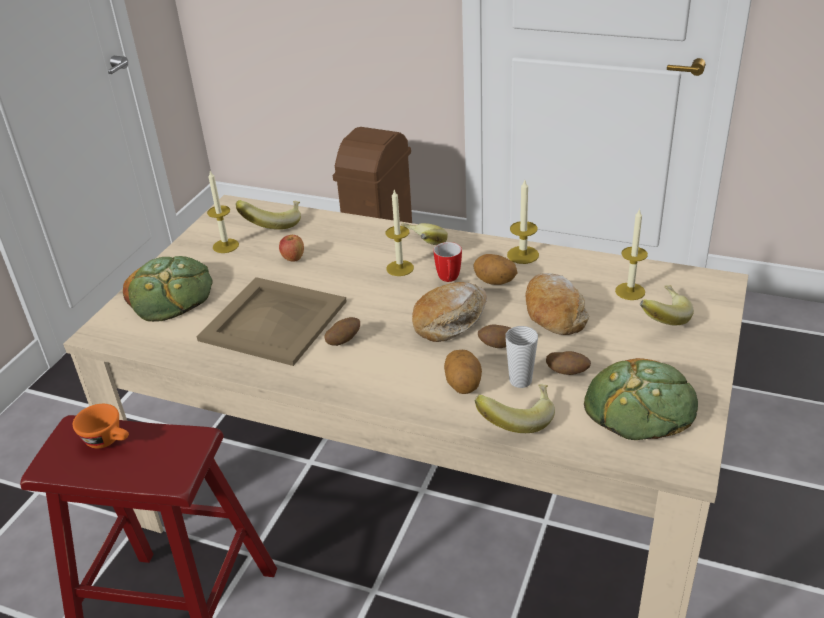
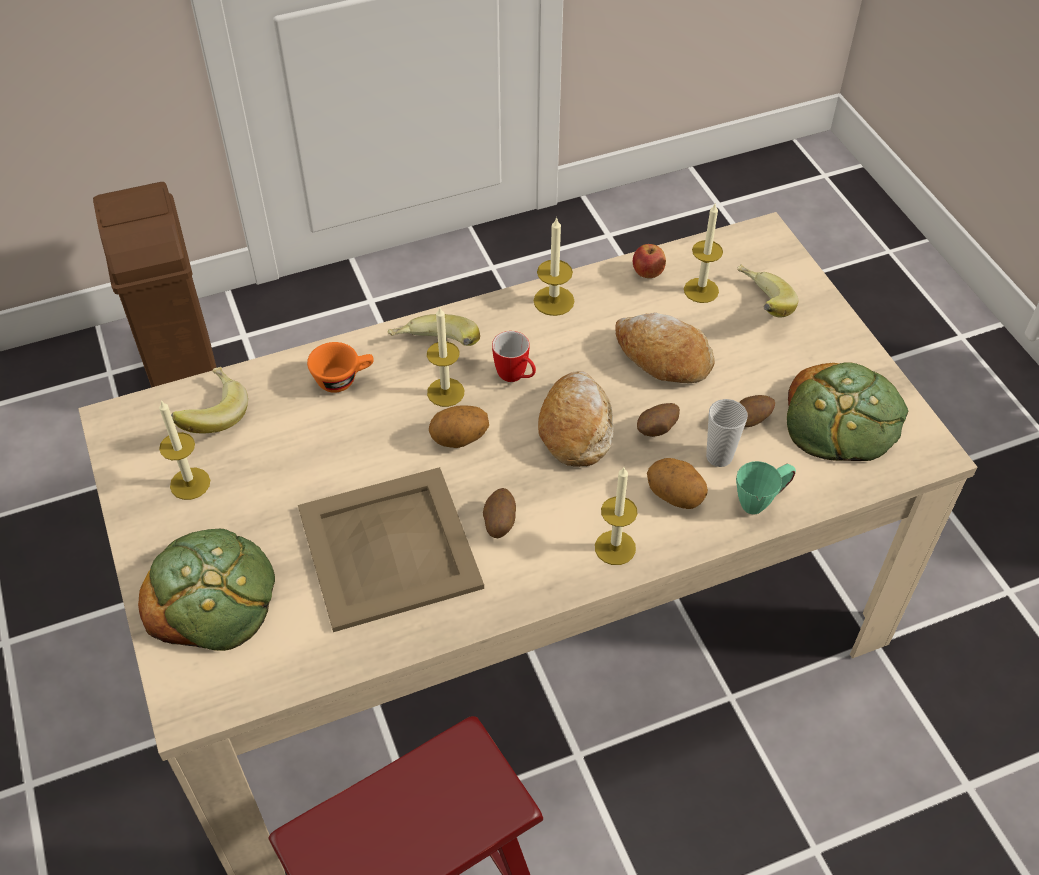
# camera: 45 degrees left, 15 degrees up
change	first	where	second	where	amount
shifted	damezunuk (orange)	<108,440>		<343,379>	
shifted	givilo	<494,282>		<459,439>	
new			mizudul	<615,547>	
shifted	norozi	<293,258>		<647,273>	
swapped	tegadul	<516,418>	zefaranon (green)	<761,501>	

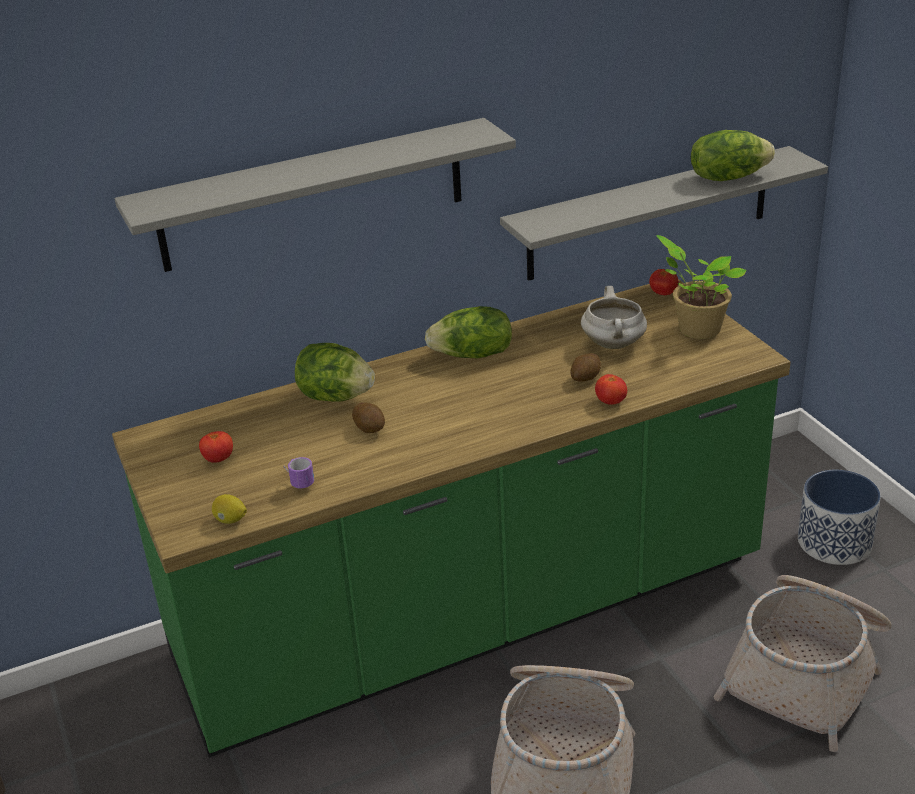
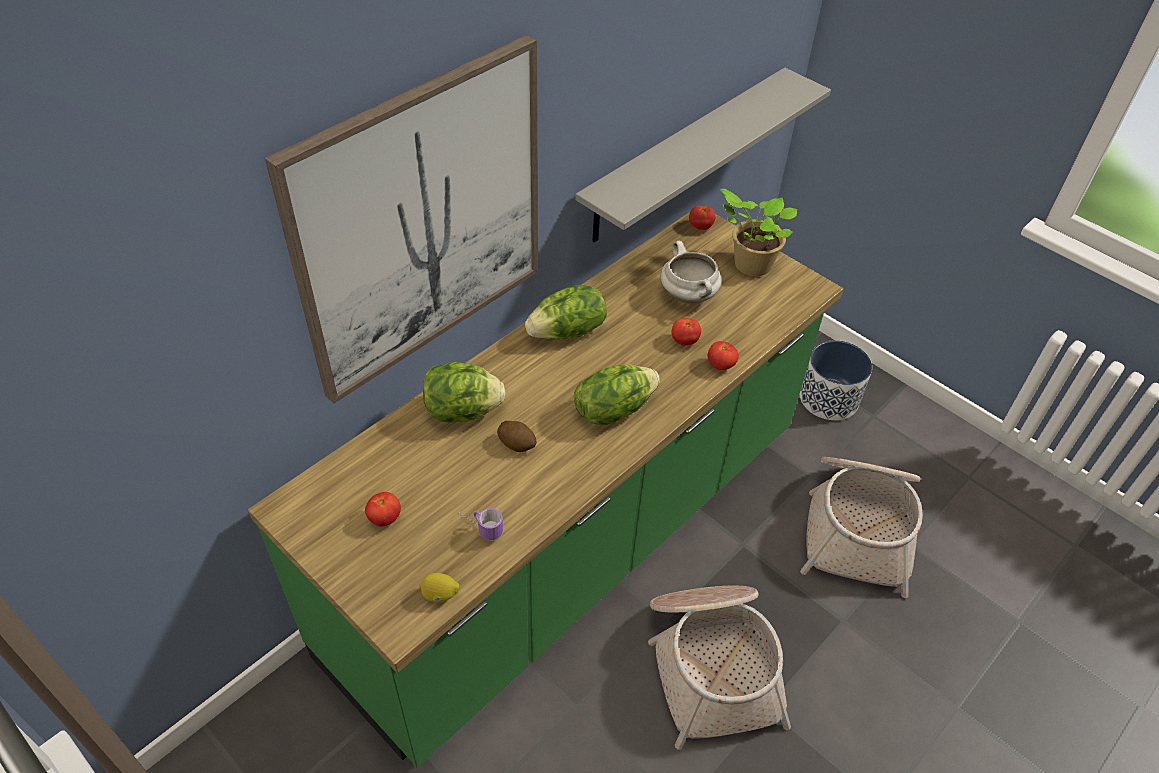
# camera: 25 degrees left, 15 degrees up
change	first	where	second	where	amount
swapped	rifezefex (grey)	<313,195>	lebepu	<422,222>	
shifted	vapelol	<727,177>		<613,409>	
swapped	givilo	<585,378>	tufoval	<684,341>	

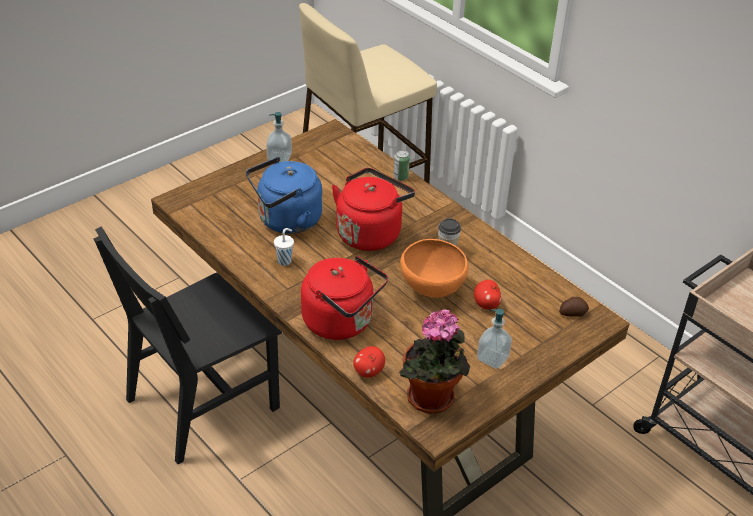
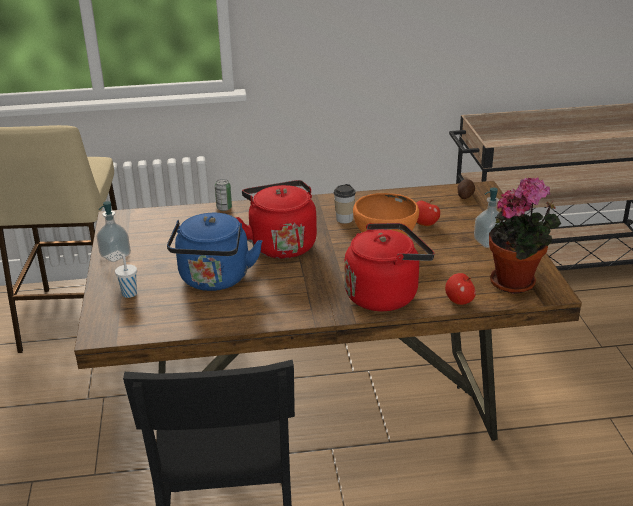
# camera: 55 degrees left, 10 degrees down
change	first	where	second	where	amount
shifted	damezunuk (white)	<285,261>		<129,293>	

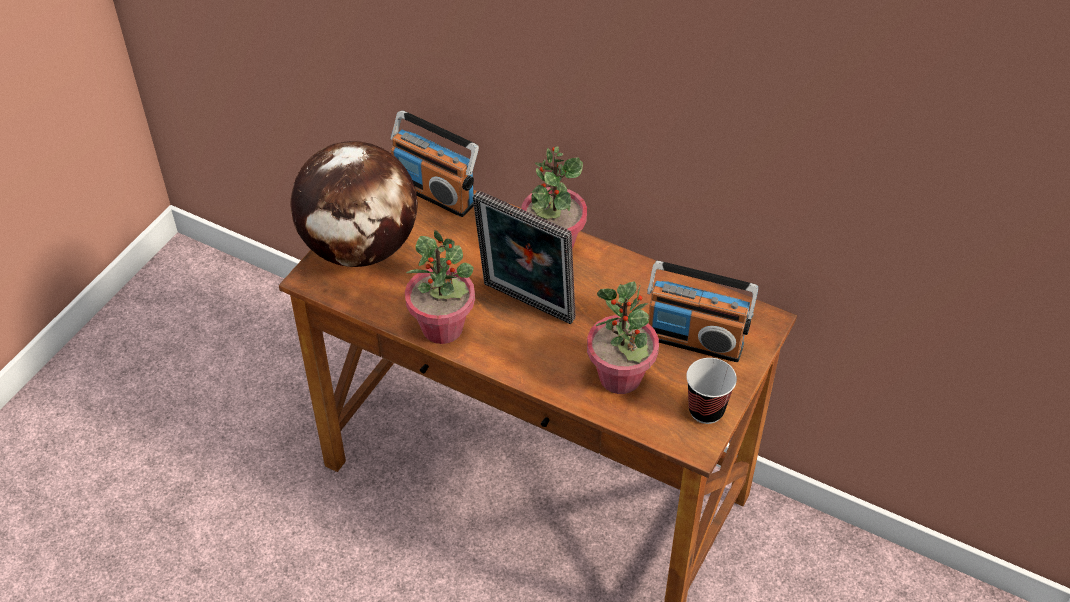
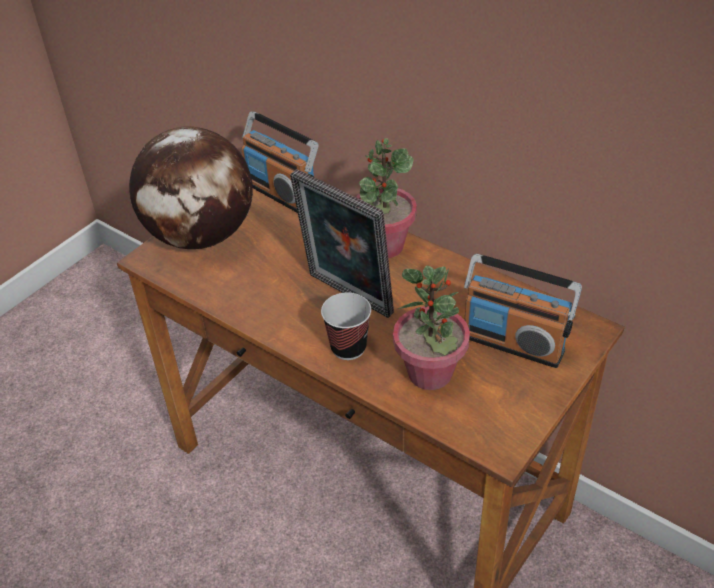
# camera: 10 degrees right, 5 degrees down
change	first	where	second	where	amount
shifted	damezunuk	<706,410>		<348,348>	
gone	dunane	<443,328>			

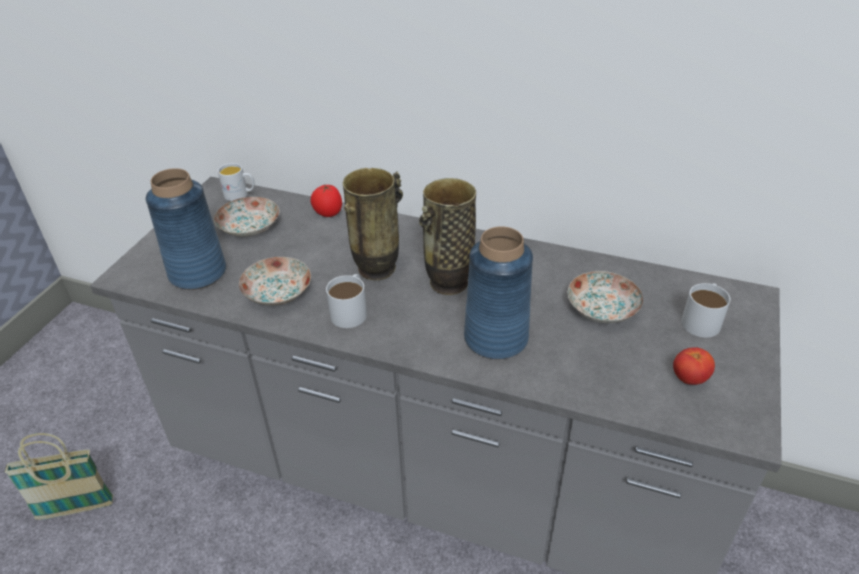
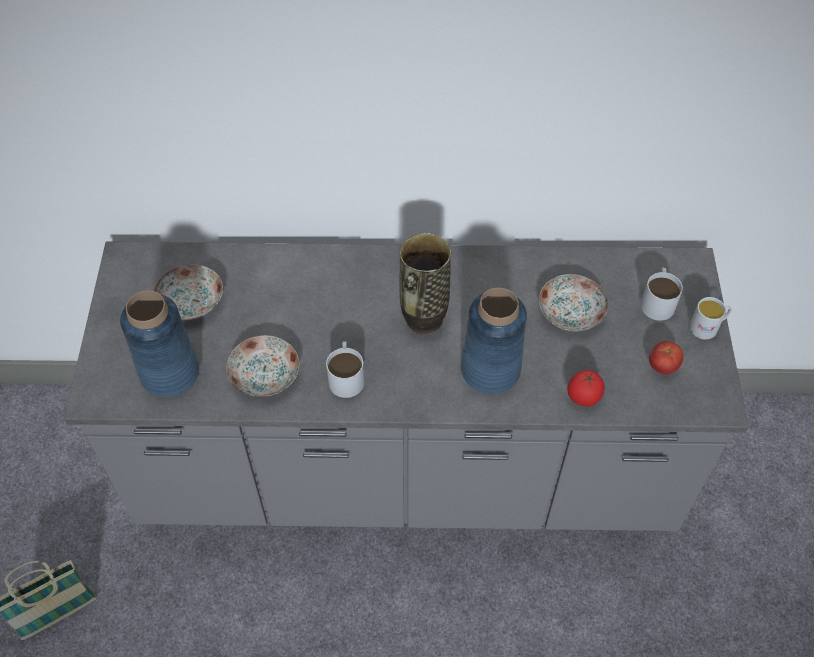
# camera: 20 degrees left, 15 degrees up
change	first	where	second	where	amount
shifted	tufoval	<328,213>		<583,397>	
shifted	zefaranon (white)	<240,195>		<708,327>	
gone	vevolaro	<377,269>			

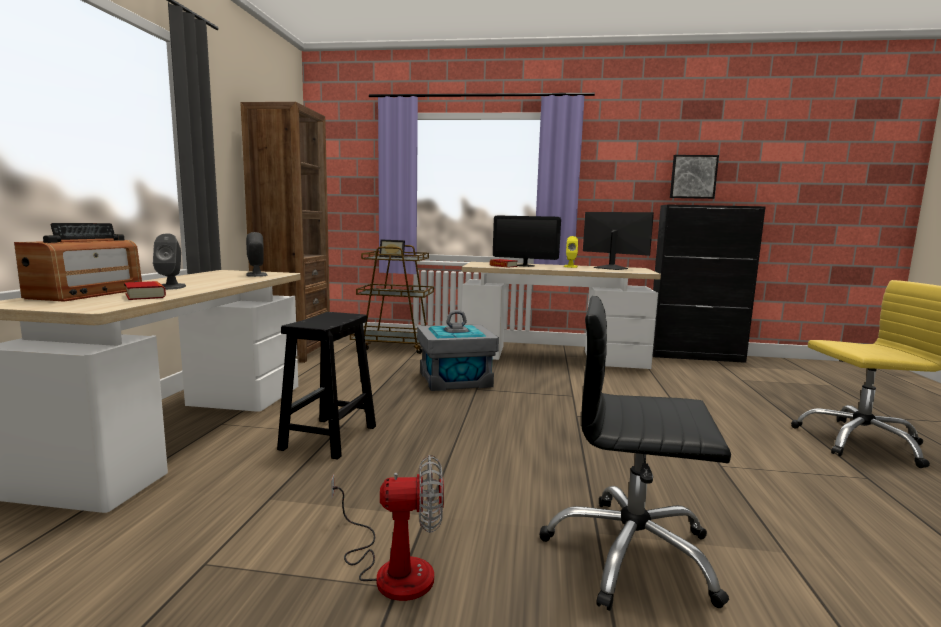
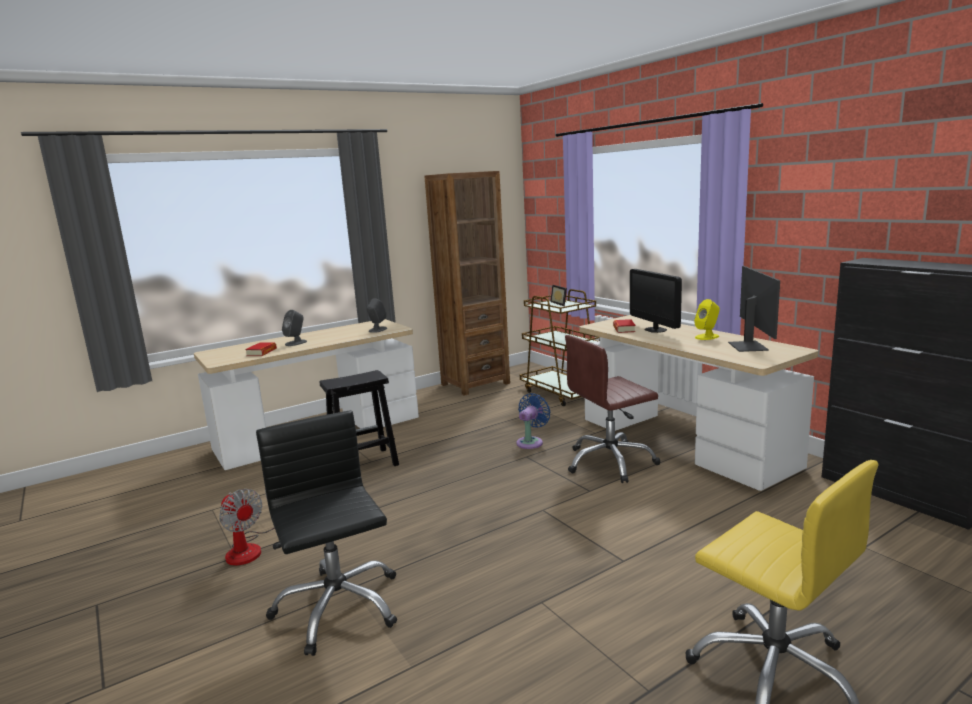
# camera: 50 degrees right, 5 degrees up
change	first	where	second	where	amount
swapped	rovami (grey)	<455,379>	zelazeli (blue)	<531,442>	
new			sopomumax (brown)	<610,462>	
gone	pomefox	<87,293>			
gone	lebepu	<693,177>			

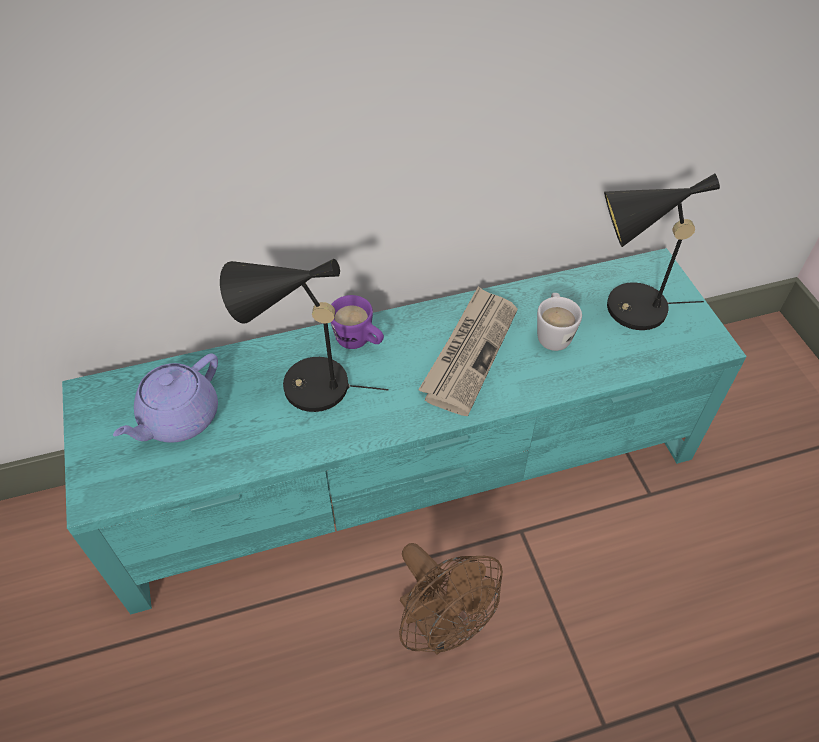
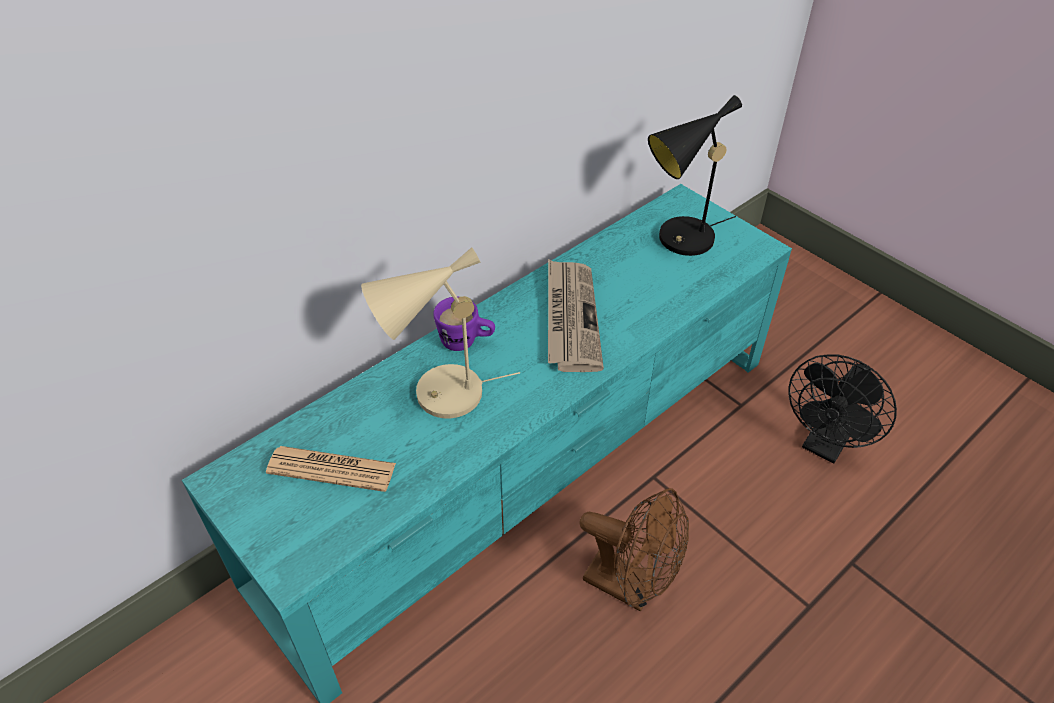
# camera: 25 degrees left, 5 degrees down
change	first	where	second	where	amount
swapped	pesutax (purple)	<178,418>	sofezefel	<331,469>	
repainted	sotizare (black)	<305,386>	sotizare (beige)	<439,397>	
new			zelazeli (black)	<825,445>	
gone	zefaranon (white)	<553,334>			

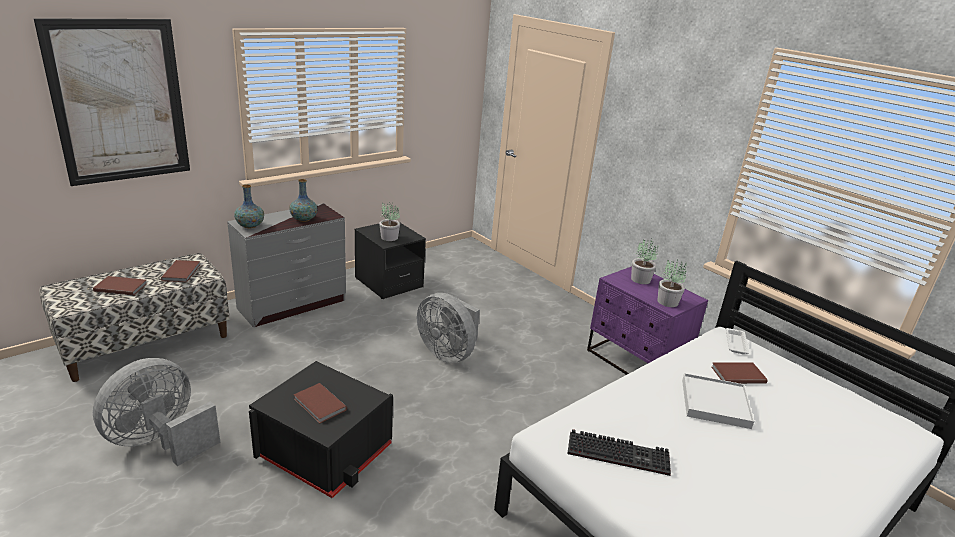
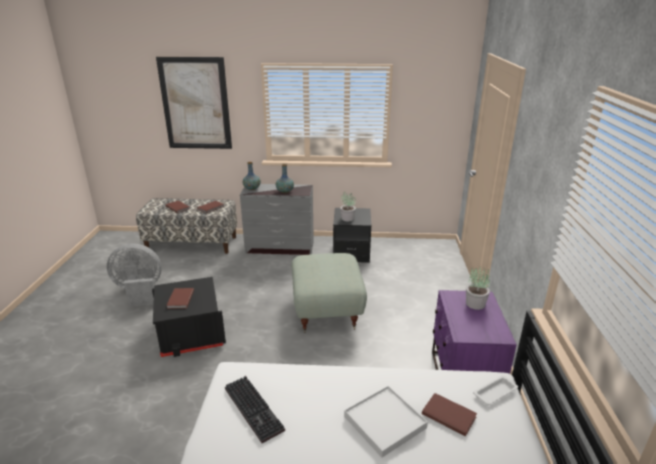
# camera: 45 degrees right, 0 degrees up
change	first	where	second	where	amount
swapped	zelazeli (grey)	<448,353>	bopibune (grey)	<328,310>	
gone	dunane	<667,301>			

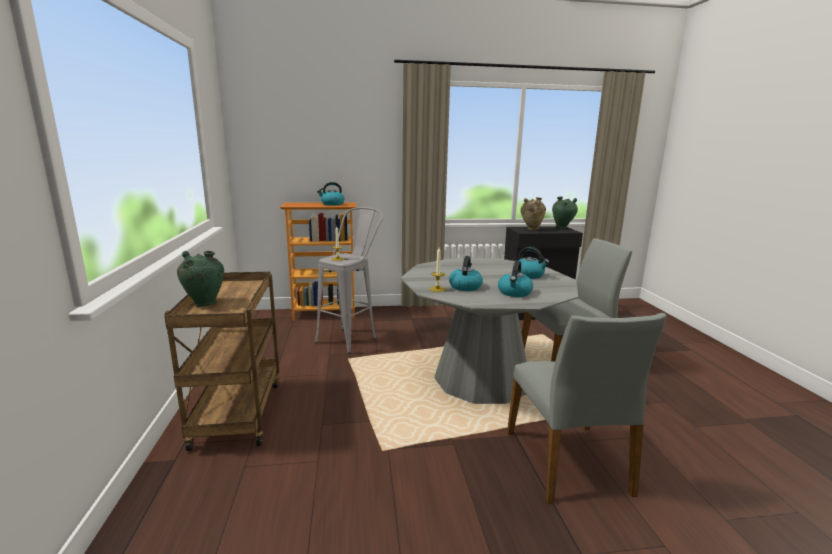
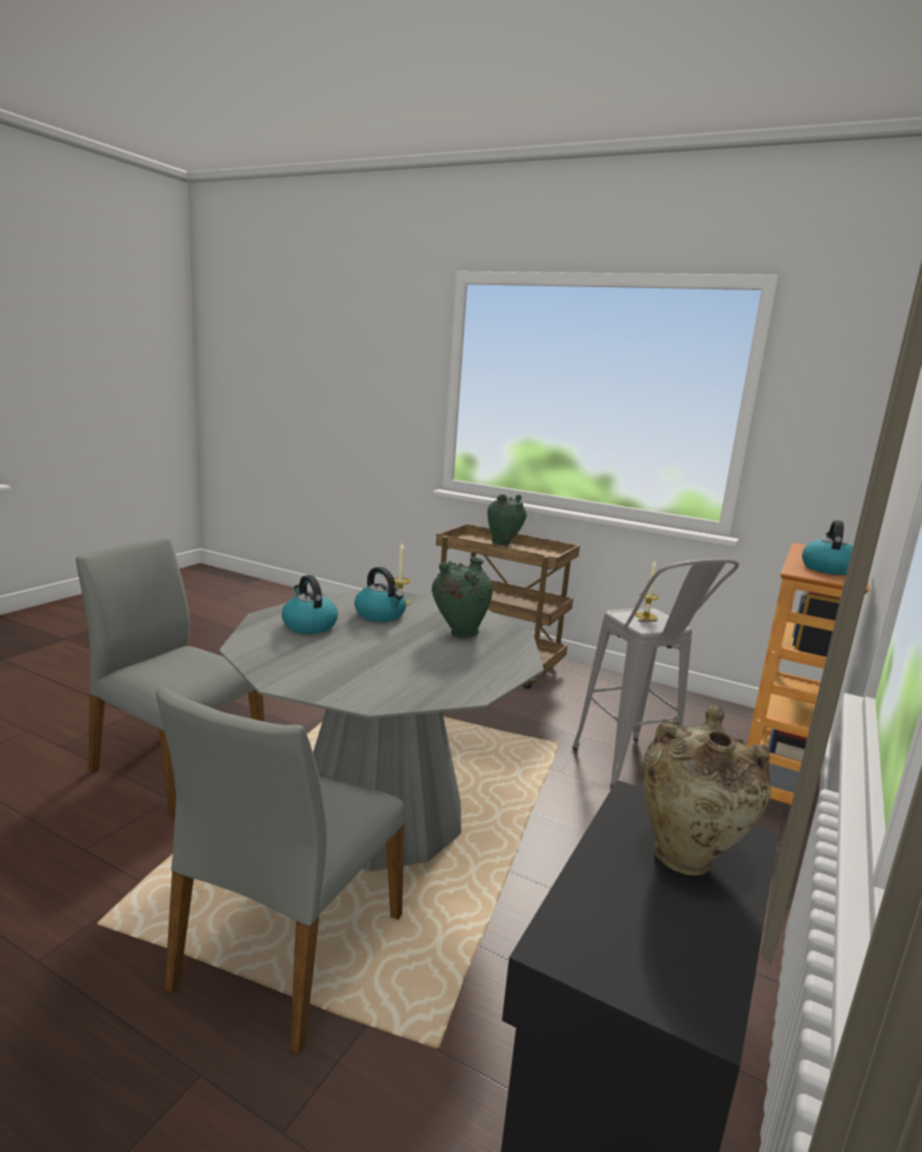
# camera: 125 degrees right, 0 degrees up
change	first	where	second	where	amount
shifted	vevolaro (green)	<562,228>		<459,633>	
gone	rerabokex	<529,275>			

